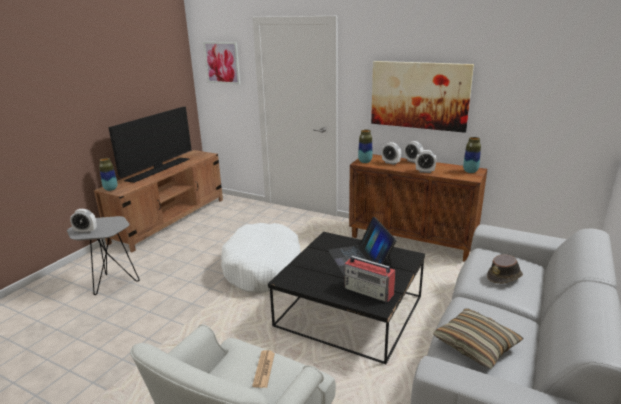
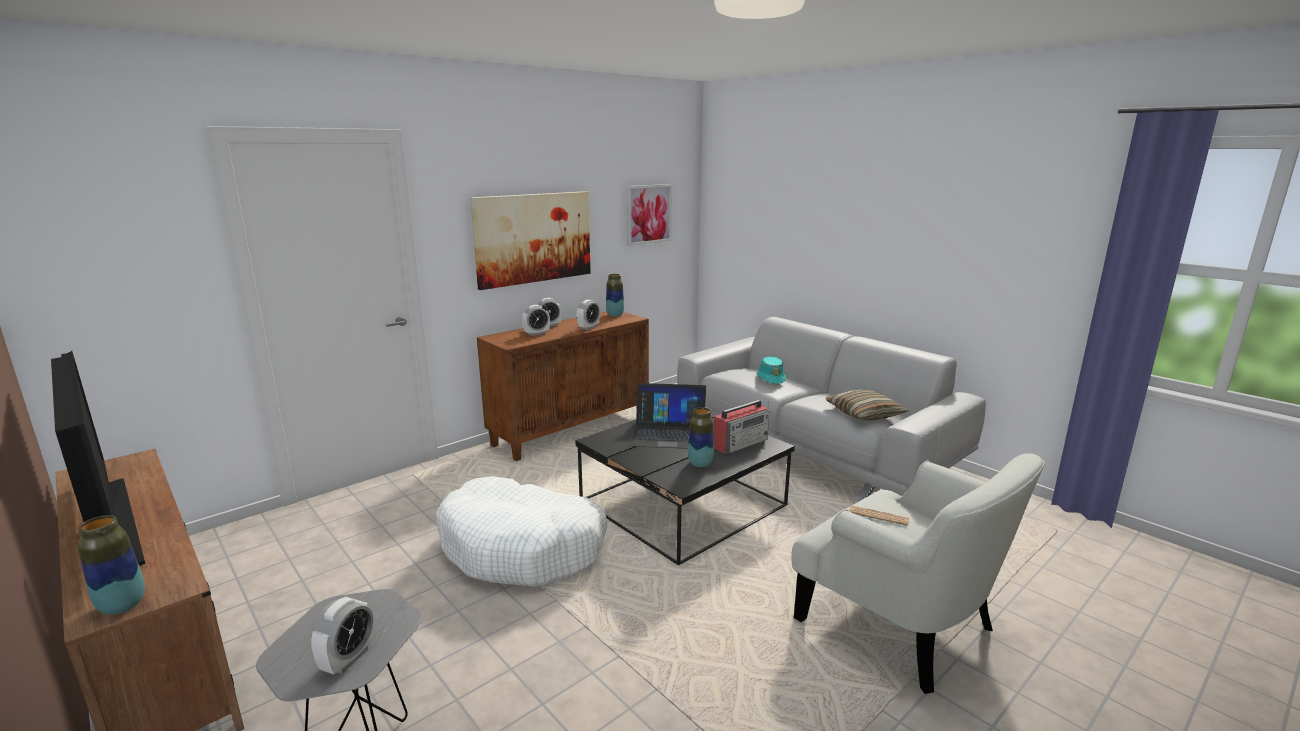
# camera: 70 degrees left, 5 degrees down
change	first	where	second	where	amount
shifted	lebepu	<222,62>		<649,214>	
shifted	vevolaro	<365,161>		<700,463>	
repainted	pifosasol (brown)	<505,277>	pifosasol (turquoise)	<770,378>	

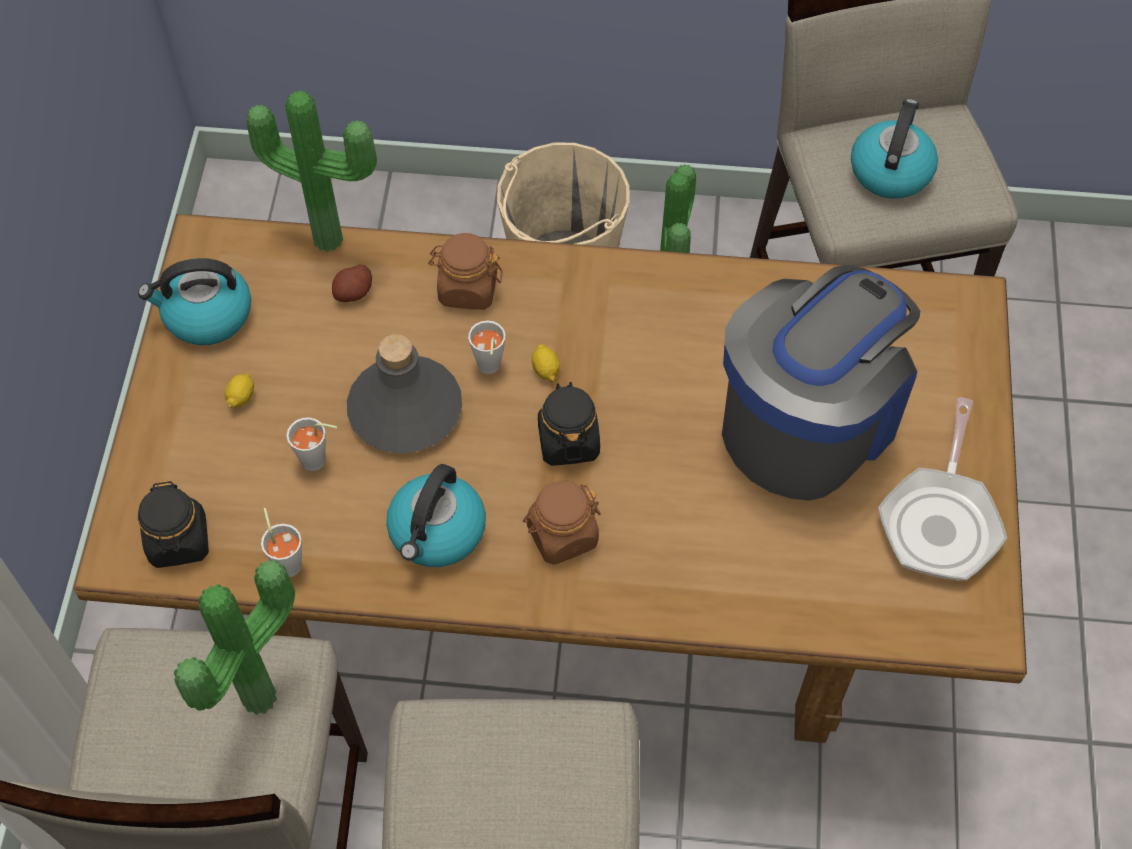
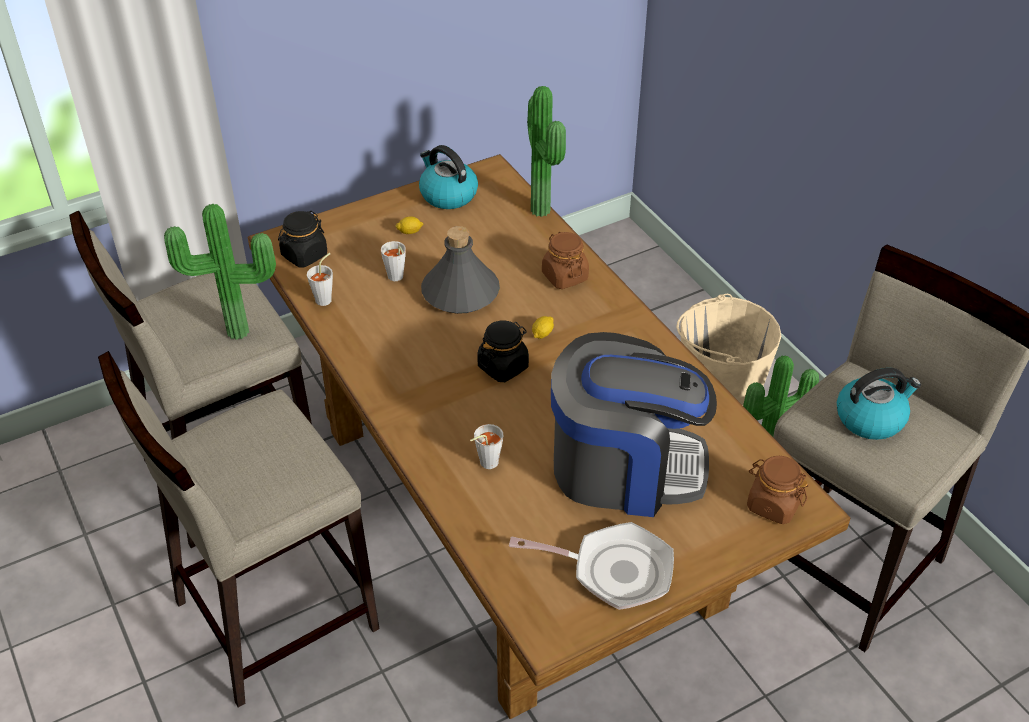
# camera: 55 degrees right, 15 degrees down
change	first	where	second	where	amount
shifted	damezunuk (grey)	<488,369>		<485,464>	
rotated	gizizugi	<940,520>		<613,571>	150 degrees counterclockwise
shifted	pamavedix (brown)	<562,535>		<773,505>	
gone	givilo	<353,292>			
gone	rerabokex	<437,532>			

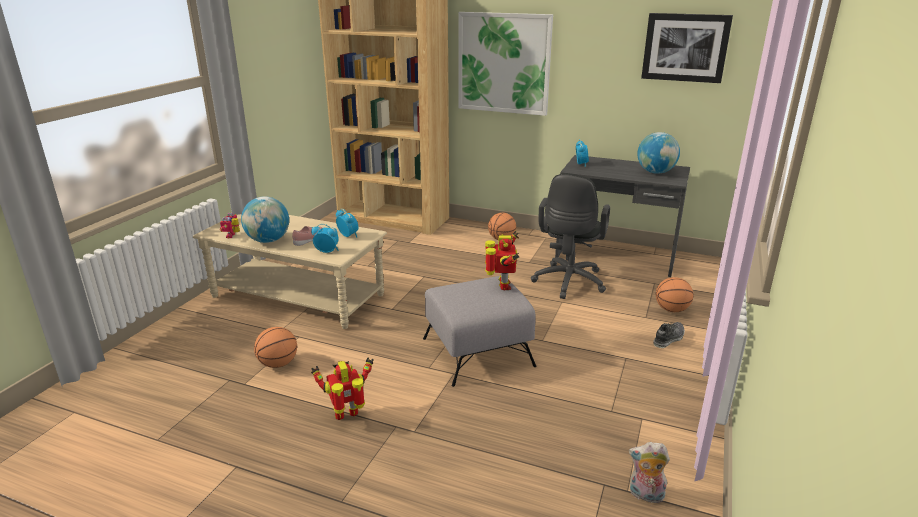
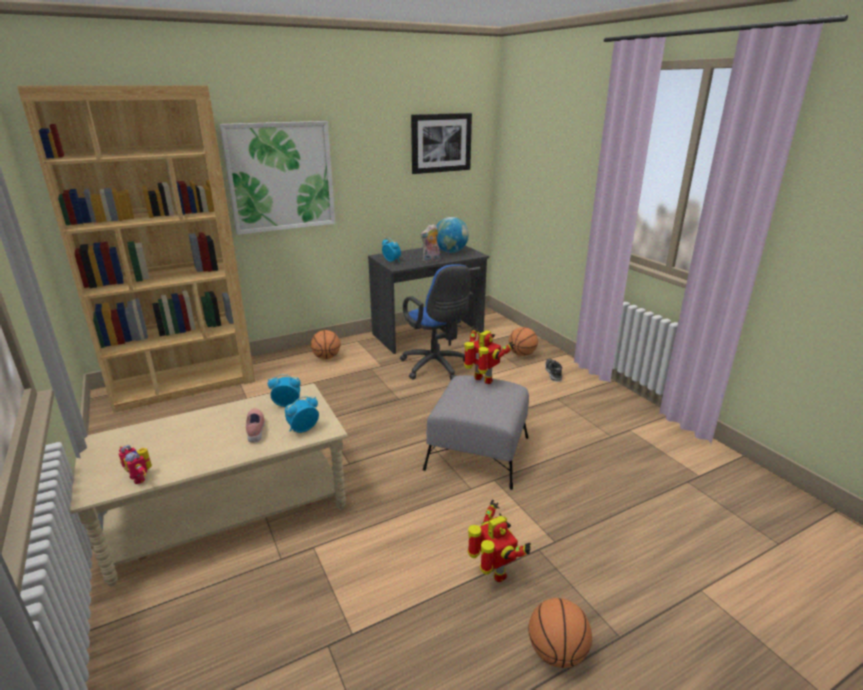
# camera: 50 degrees left, 0 degrees up
change	first	where	second	where	amount
repainted	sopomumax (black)	<568,283>	sopomumax (blue)	<436,368>	
shifted	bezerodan	<645,495>		<431,261>	
rotated	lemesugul	<348,415>		<493,573>	135 degrees clockwise
shifted	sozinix	<278,364>		<556,652>	
gone	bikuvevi	<268,241>			

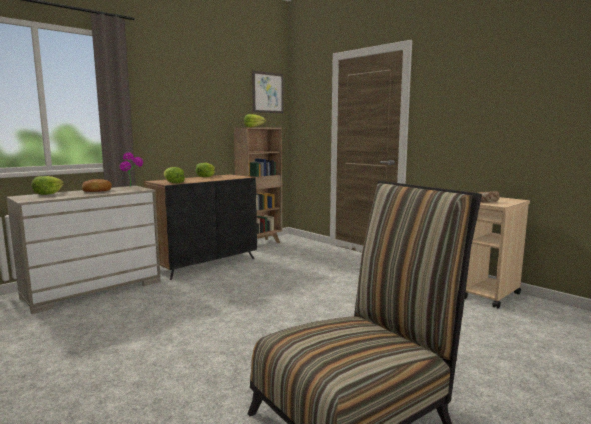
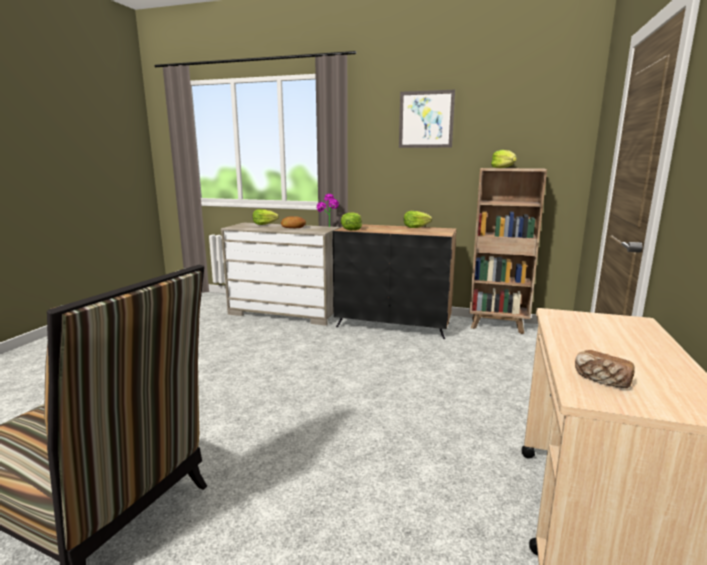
# camera: 60 degrees right, 5 degrees up
change	first	where	second	where	amount
shifted	lebepu	<268,92>		<426,119>	

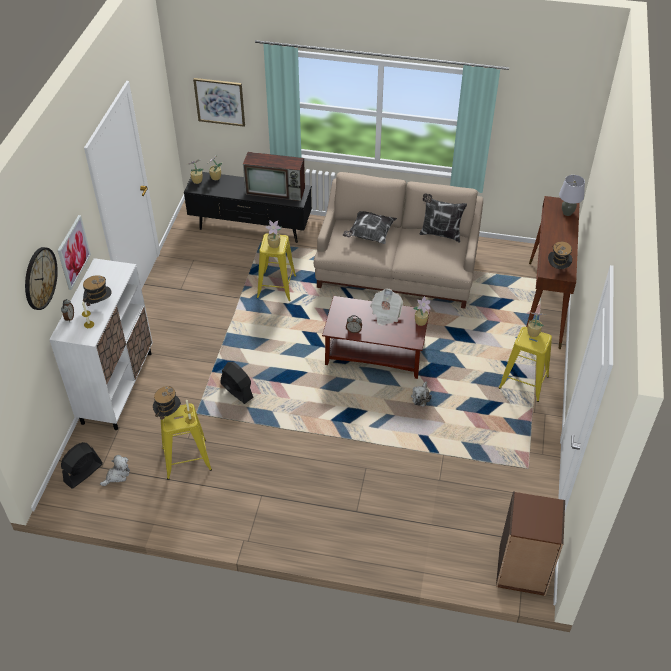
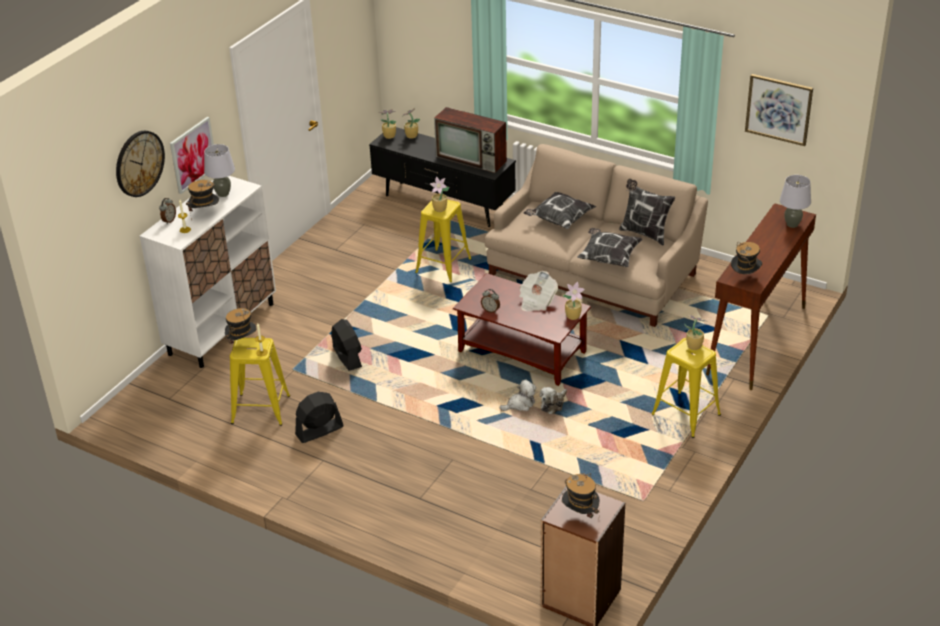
# camera: 20 degrees right, 10 degrees down
change	first	where	second	where	amount
new			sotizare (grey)	<223,194>	
shifted	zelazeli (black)	<83,473>		<319,431>	
shifted	bezerodan	<117,475>		<520,404>	
new			pifosasol	<580,514>	
new			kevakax	<608,257>	
shifted	lebepu	<220,101>		<779,109>	

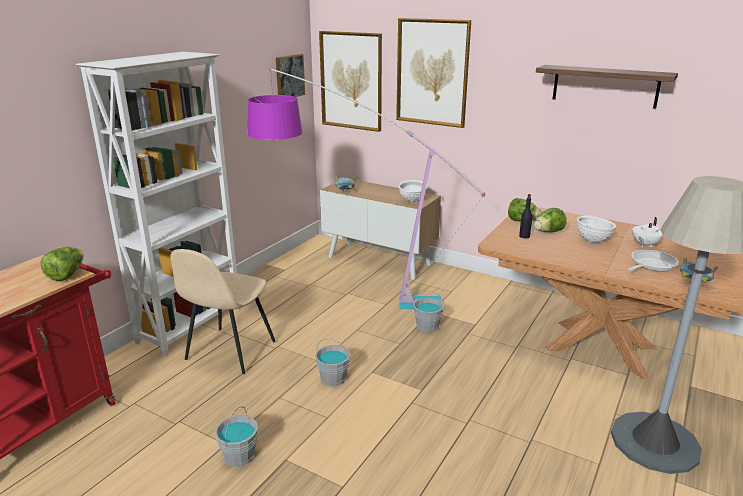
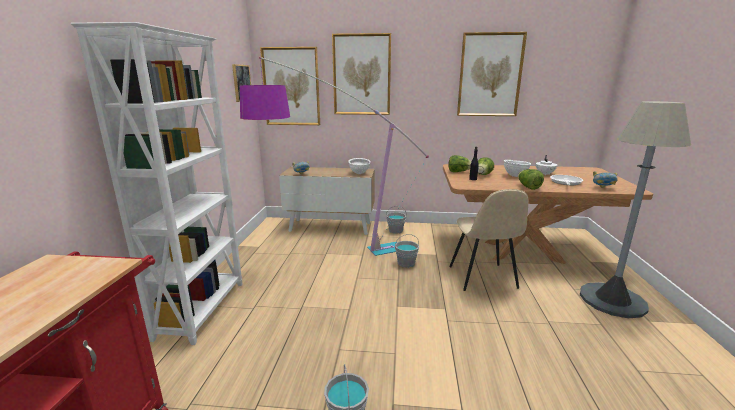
# camera: 25 degrees left, 5 degrees down
change	first	where	second	where	amount
shifted	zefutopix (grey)	<333,378>		<395,230>	
shifted	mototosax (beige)	<229,351>		<482,278>	
swapped	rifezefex	<605,86>	lebepu	<490,75>	
shifted	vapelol	<67,275>		<528,187>	

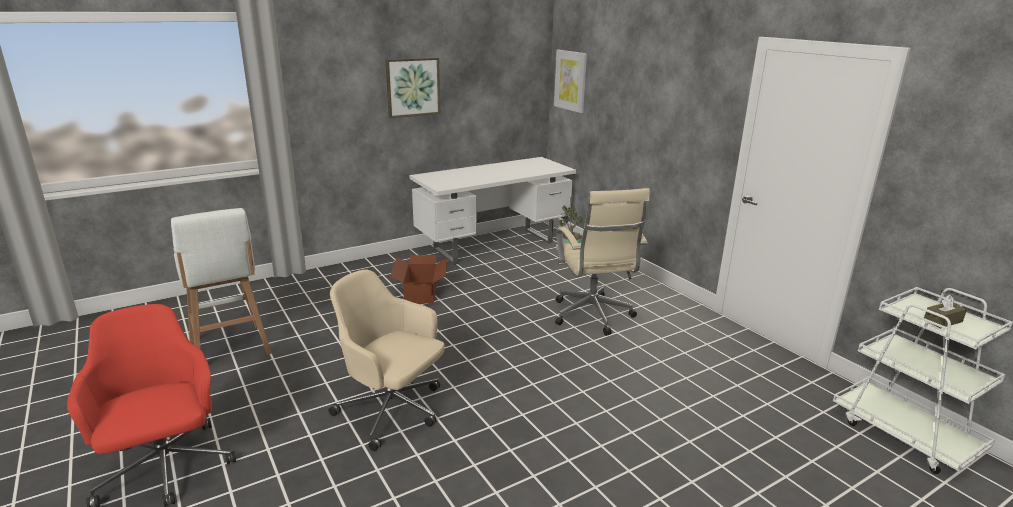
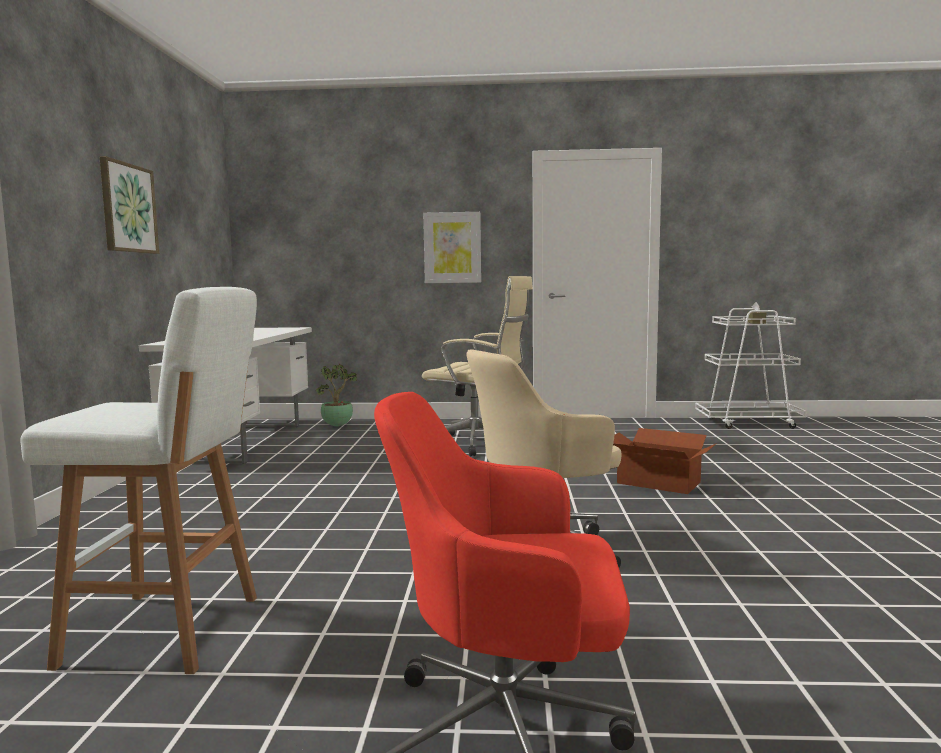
# camera: 55 degrees left, 15 degrees down
change	first	where	second	where	amount
shifted	lebepu	<570,80>		<452,247>	
shifted	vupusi	<421,292>		<658,482>	

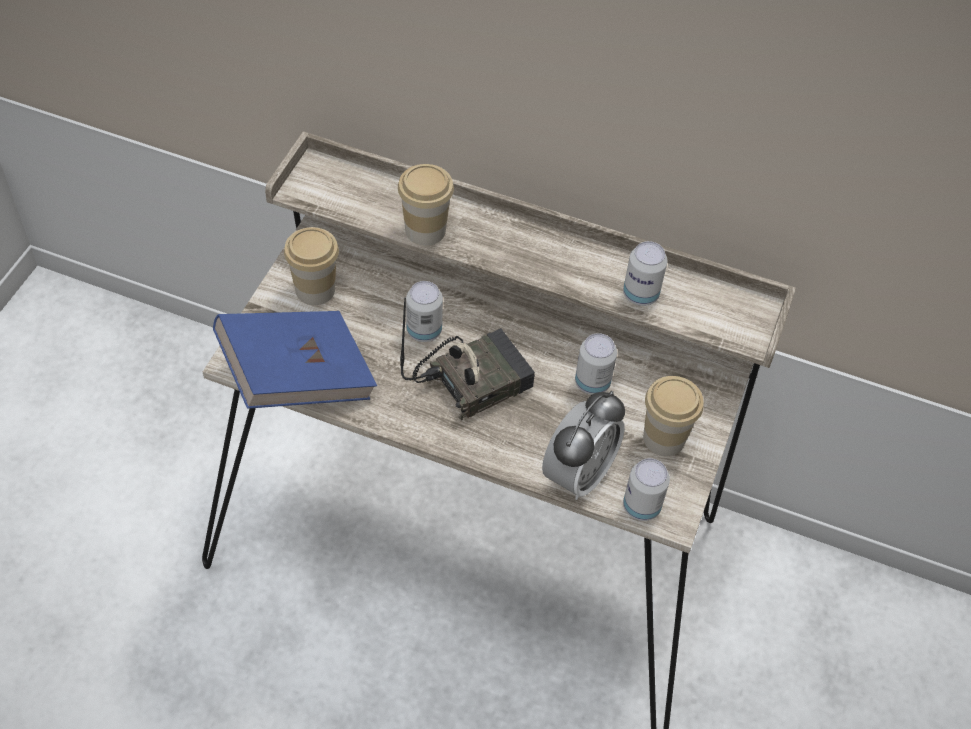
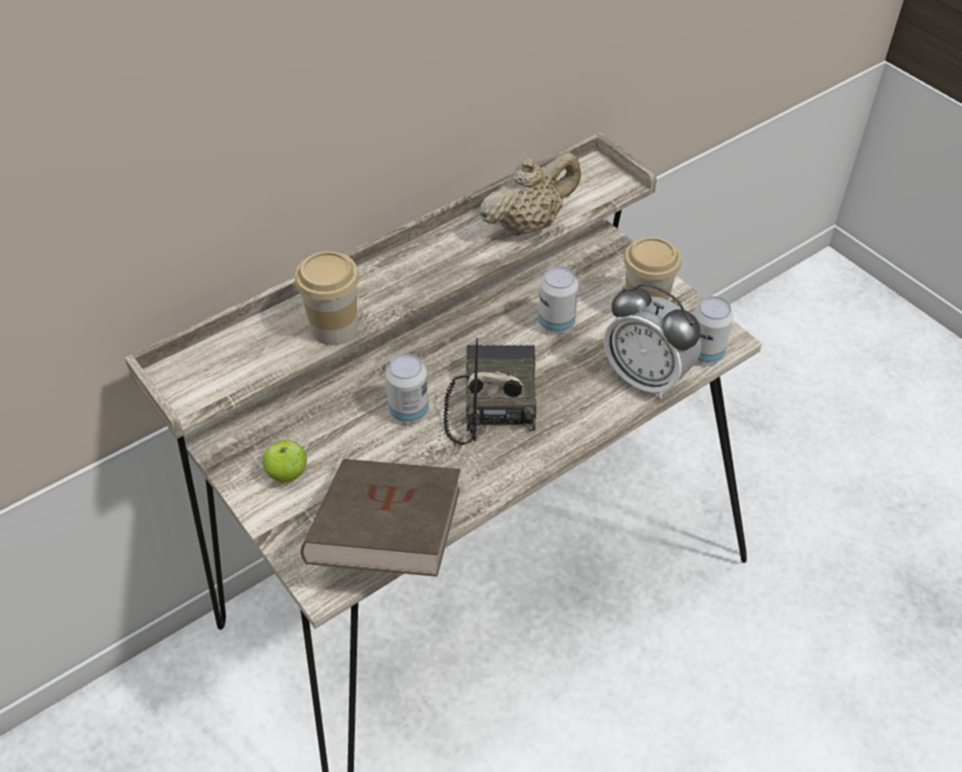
# camera: 55 degrees left, 5 degrees down
change	first	where	second	where	amount
swapped	damezunuk	<315,290>	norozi	<287,474>	
repainted	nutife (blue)	<297,378>	nutife (brown)	<388,538>	
swapped	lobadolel	<640,294>	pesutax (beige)	<528,224>	
rotated	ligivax	<578,474>		<646,378>	150 degrees clockwise

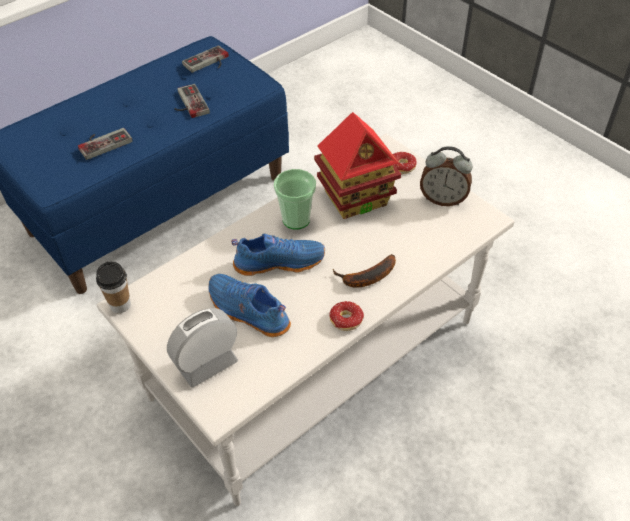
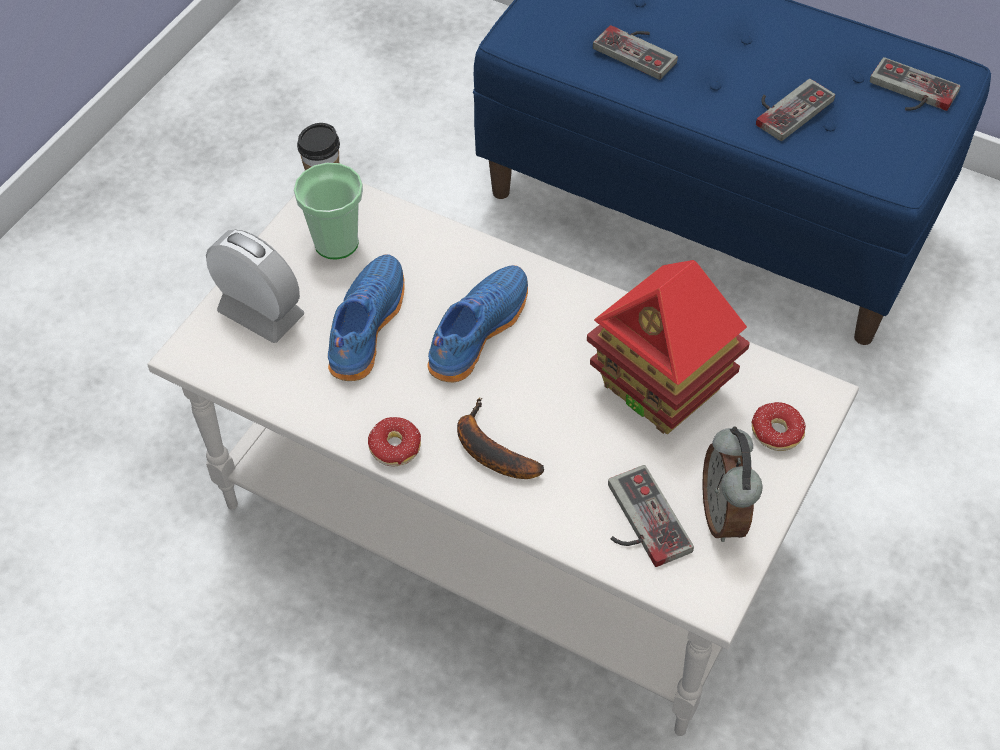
# camera: 70 degrees right, 5 degrees up
change	first	where	second	where	amount
shifted	damezunuk	<296,219>		<336,243>	
rotated	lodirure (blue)	<279,261>		<475,331>	120 degrees counterclockwise
new			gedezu	<638,522>	

